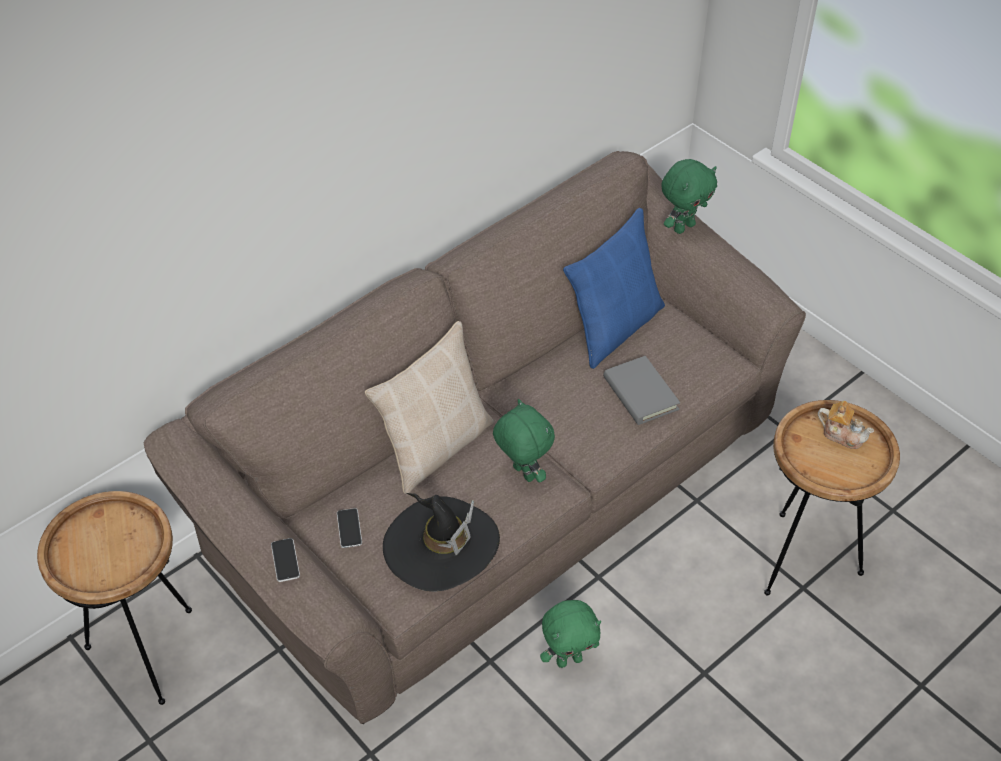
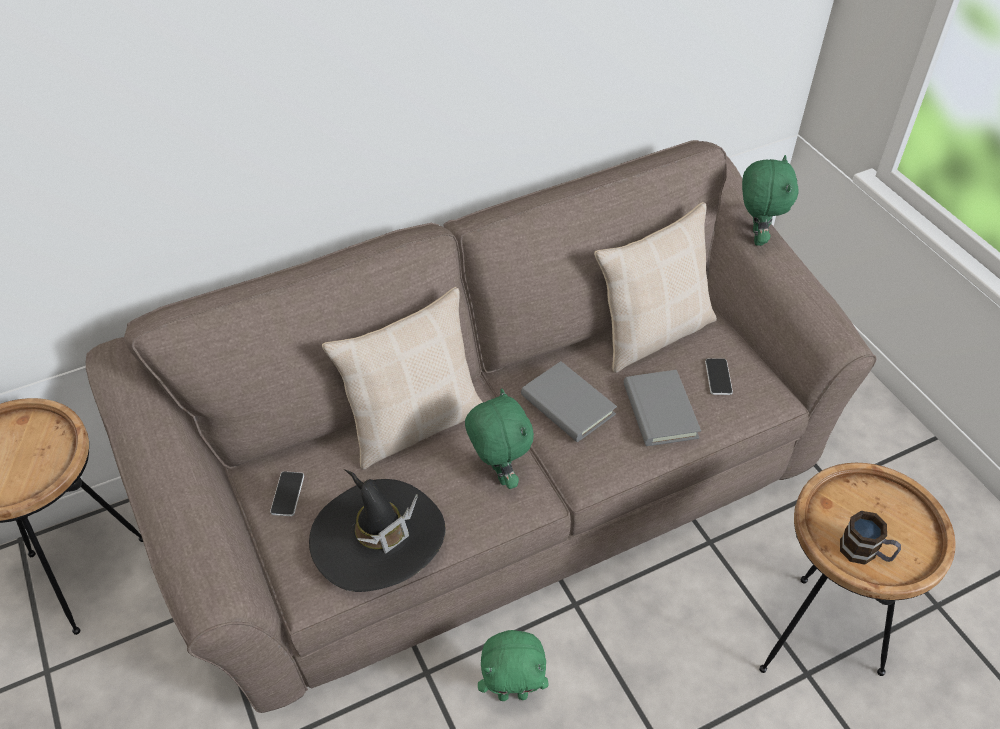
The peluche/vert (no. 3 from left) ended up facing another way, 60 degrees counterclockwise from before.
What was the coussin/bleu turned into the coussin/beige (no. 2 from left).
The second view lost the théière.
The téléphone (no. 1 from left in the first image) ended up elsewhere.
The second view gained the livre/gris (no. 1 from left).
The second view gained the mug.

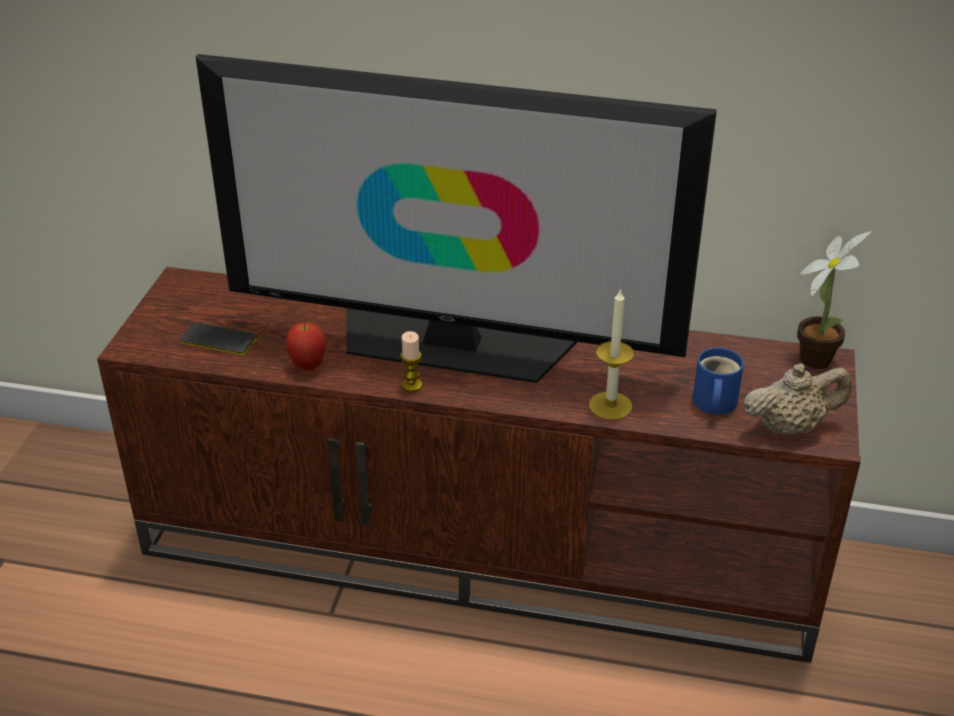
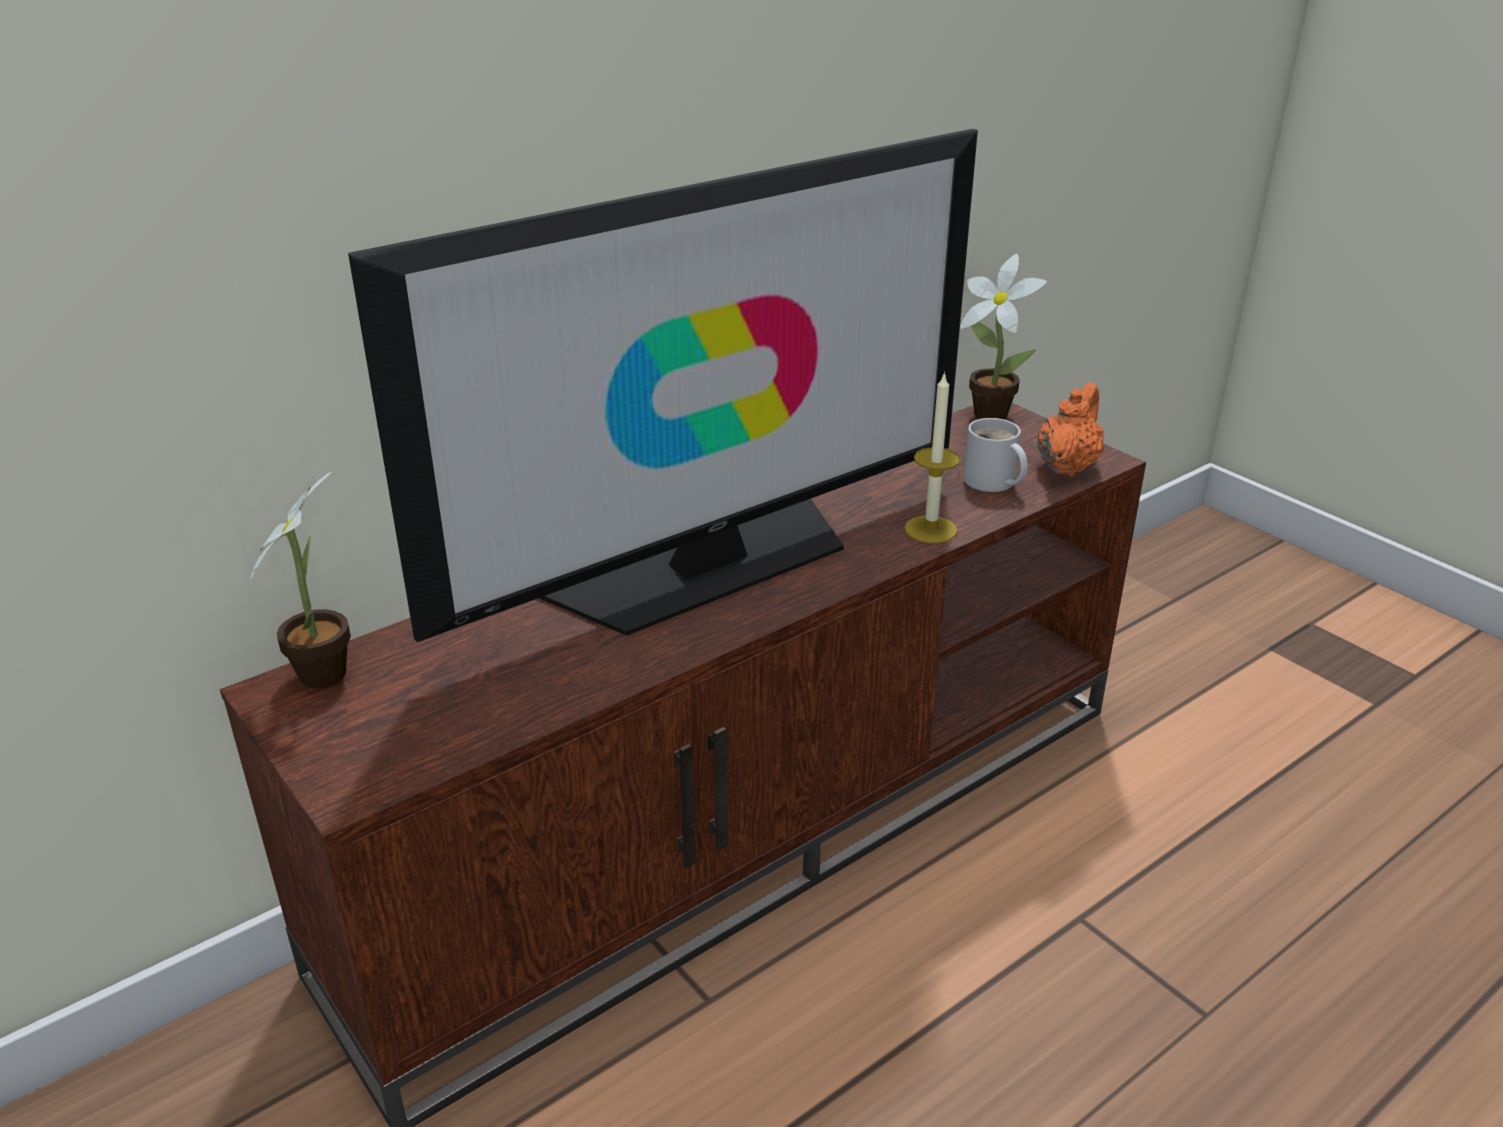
The second view lost the téléphone.
The second view lost the pomme.
The second view lost the bougie (no. 1 from left).
What was the mug/bleu turned into the mug/blanc.
What was the théière/beige turned into the théière/orange.
The second view gained the plante en pot (no. 1 from left).

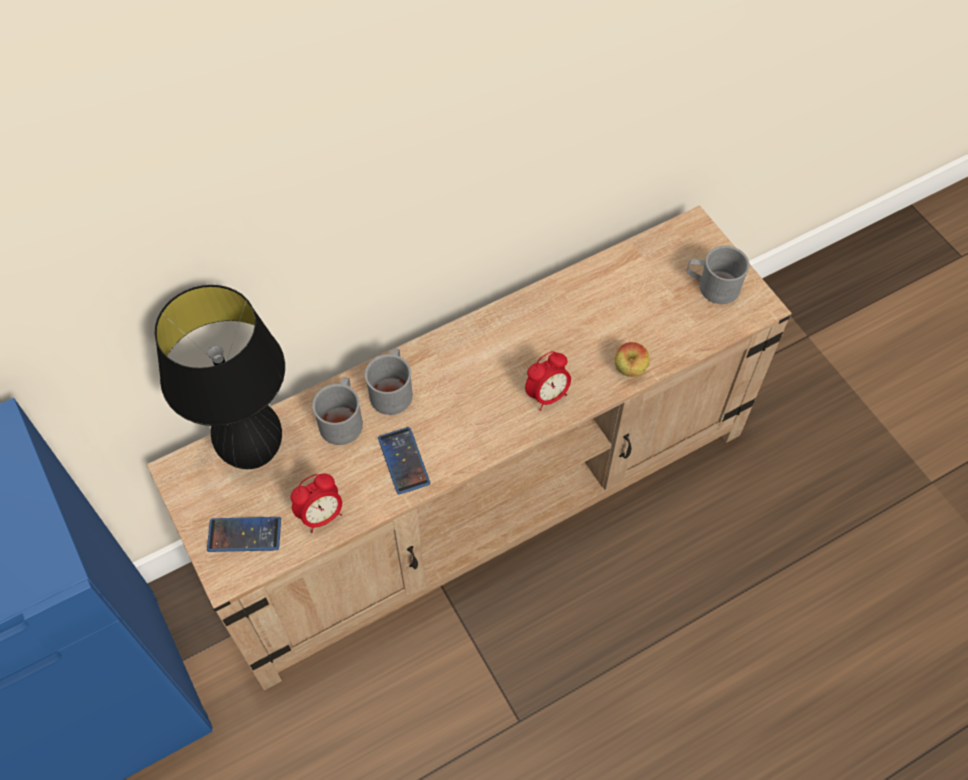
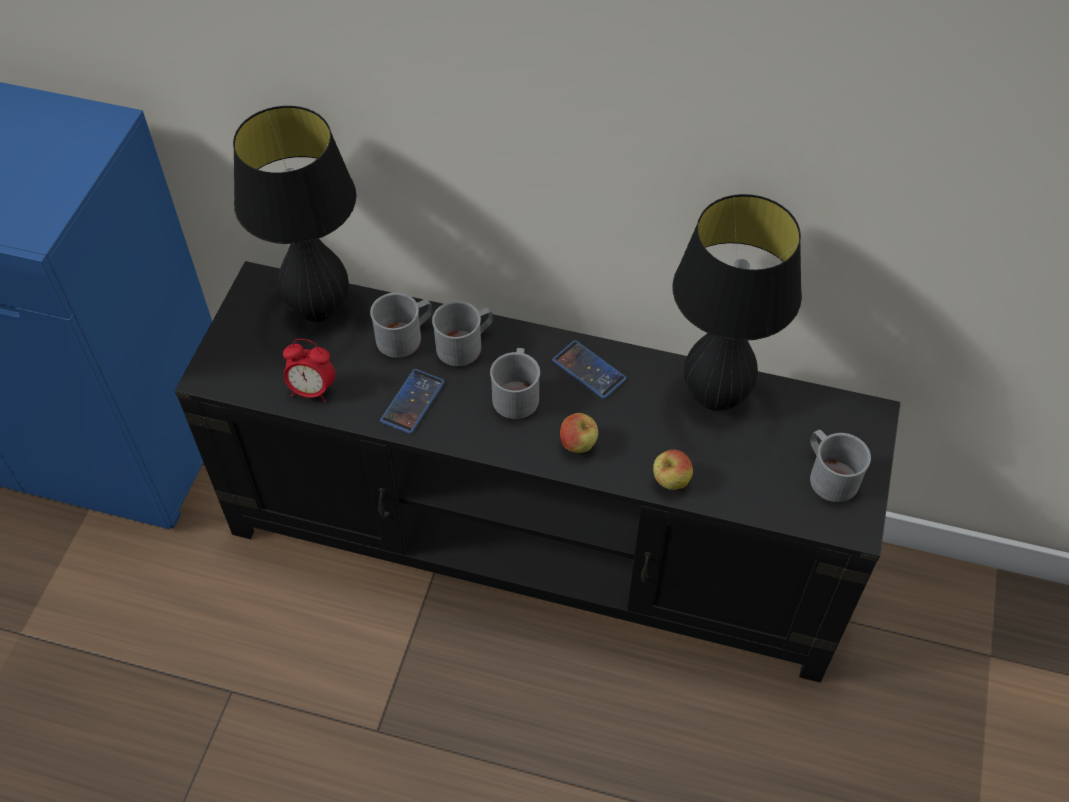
What was the meuble télé/beige turned into the meuble télé/noir.
Where the réveil (no. 2 from left) stood, the pomme (no. 1 from left) came to stand.
The téléphone (no. 1 from left in the first image) ended up elsewhere.
The second view gained the lampe de table/noir (no. 2 from left).
The second view gained the mug/gris (no. 3 from left).

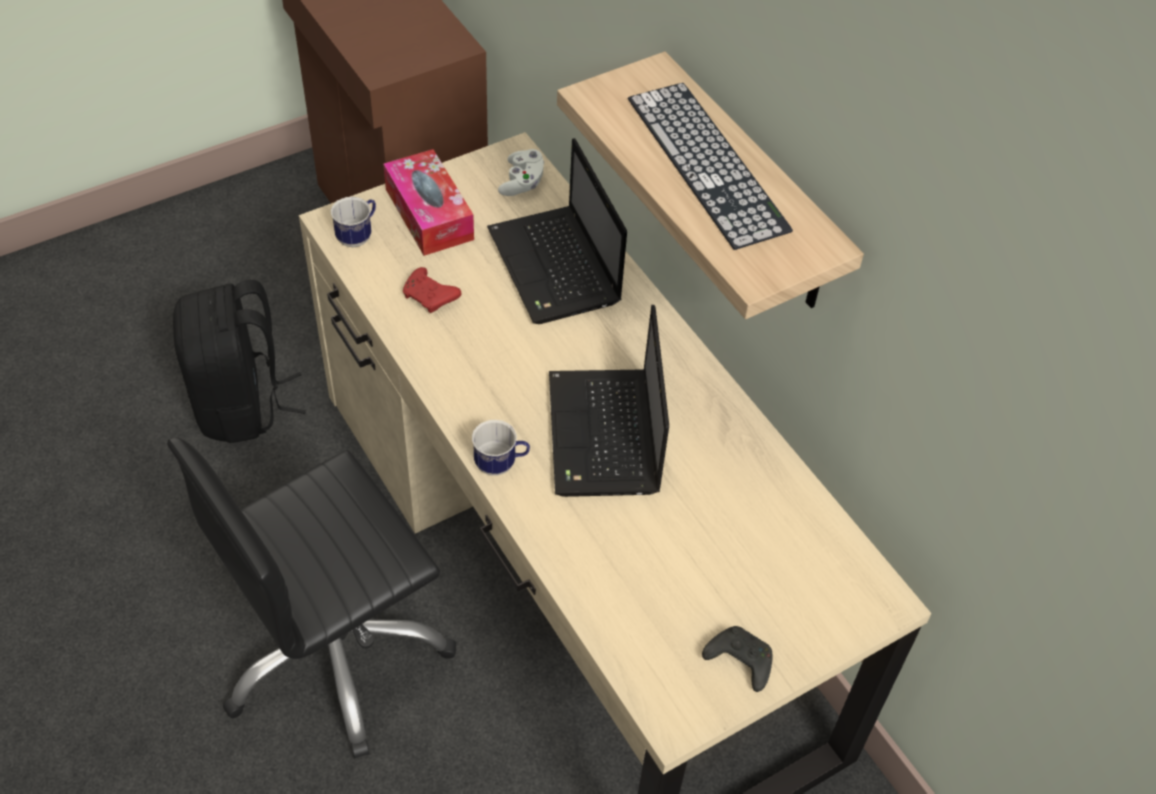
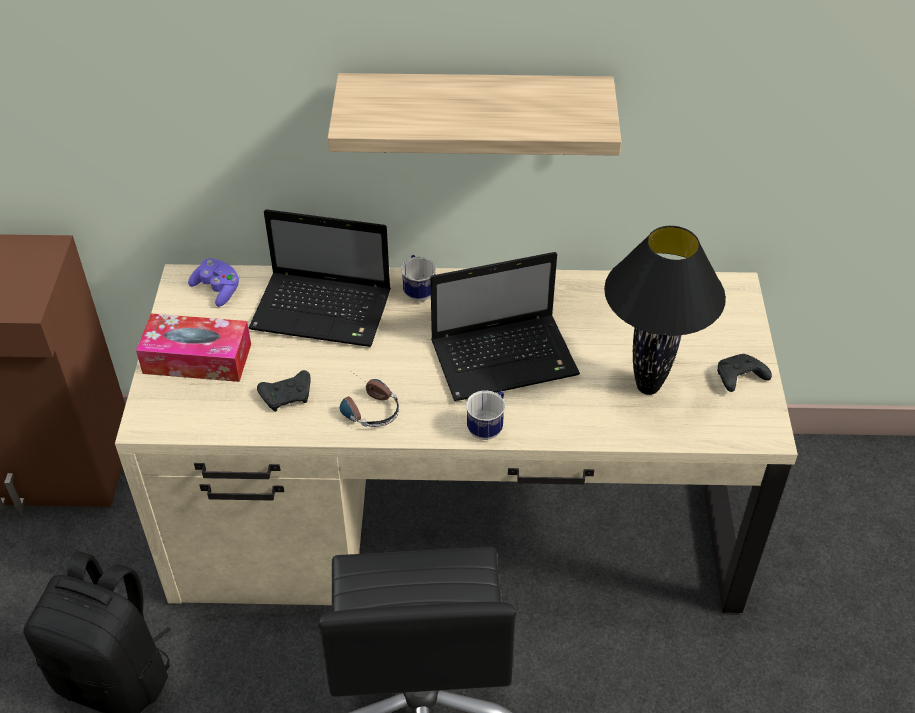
The second view lost the clavier.
What was the manette/blanc turned into the manette/violet.
The mug (no. 1 from left) ended up elsewhere.
What was the manette/rouge turned into the manette/noir (no. 1 from left).
The ordinateur portable (no. 2 from left) ended up facing another way, 45 degrees counterclockwise from before.
The second view gained the lampe de table/noir.
The second view gained the casque audio.

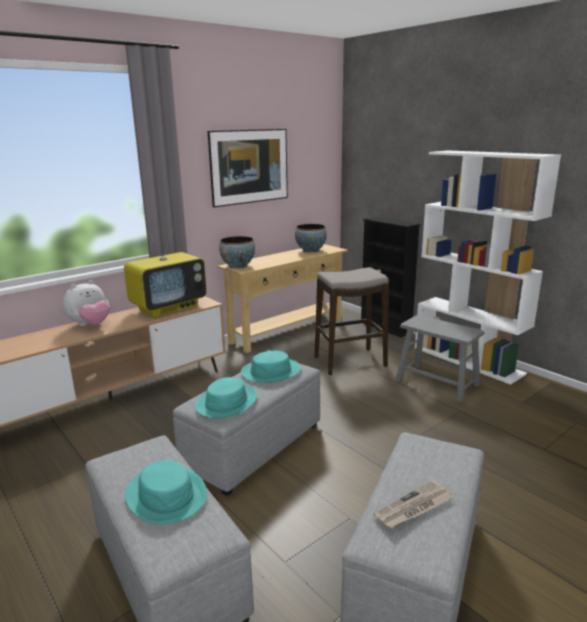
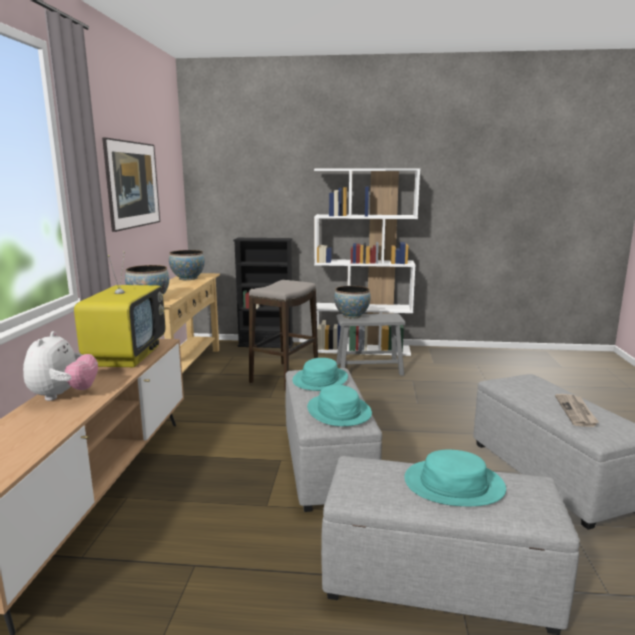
The second view gained the bol (no. 3 from left).

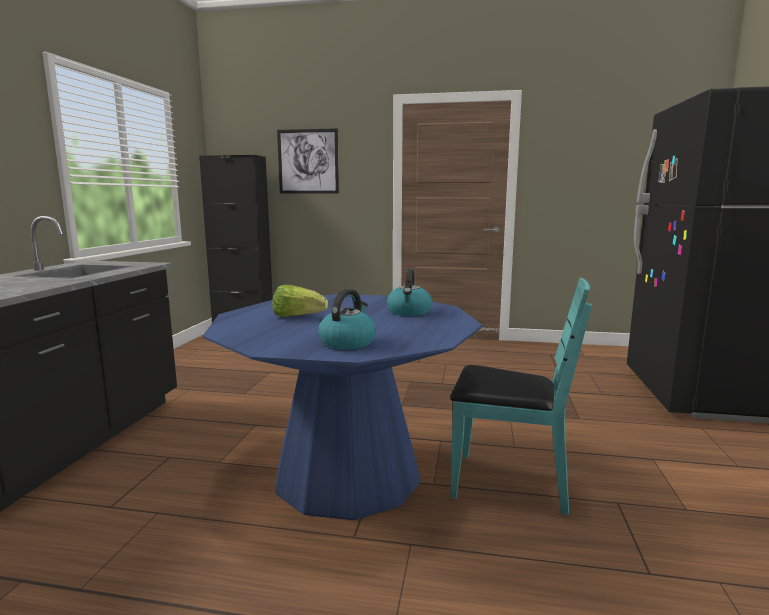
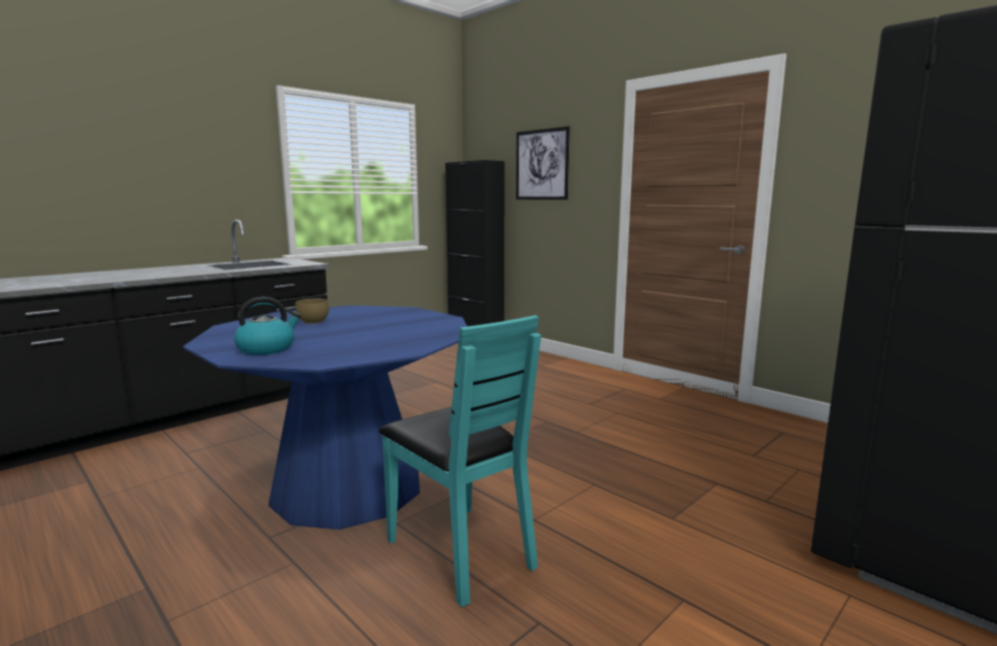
The second view lost the bouilloire (no. 2 from left).
Where the laitue stood, the bol/marron came to stand.

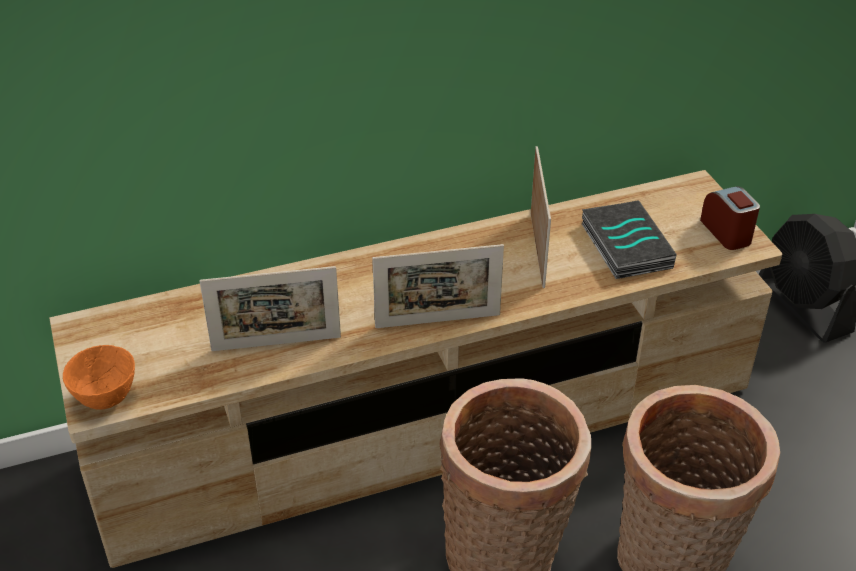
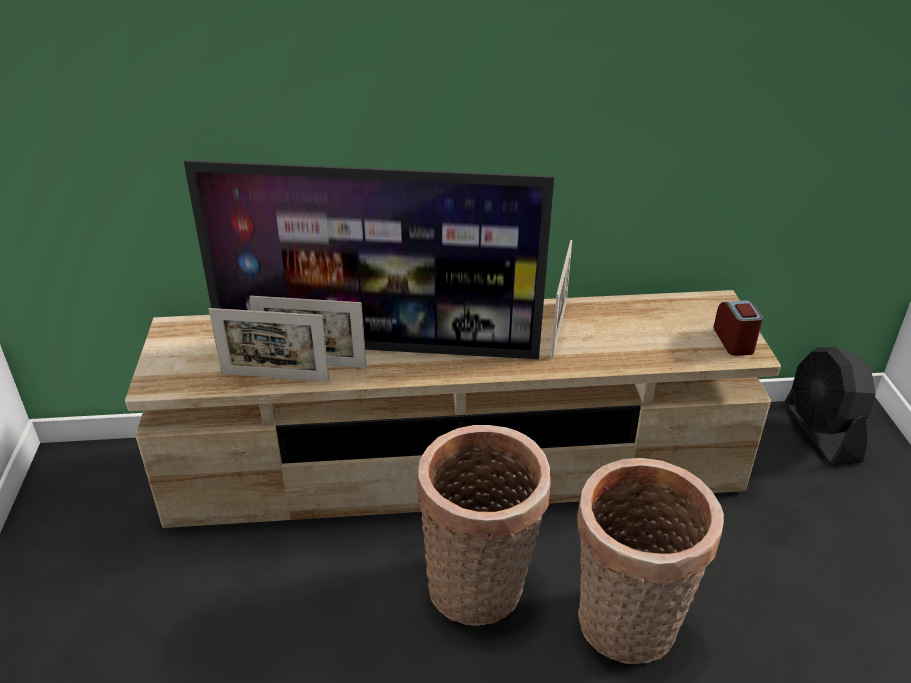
The second view lost the livre.
The cadre photo (no. 2 from left in the first image) ended up elsewhere.
The second view lost the bol/orange.
The second view gained the téléviseur.

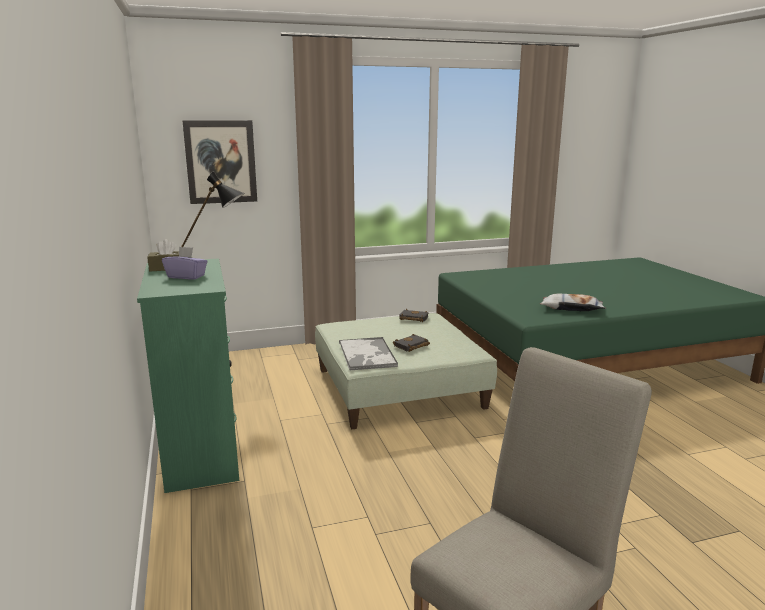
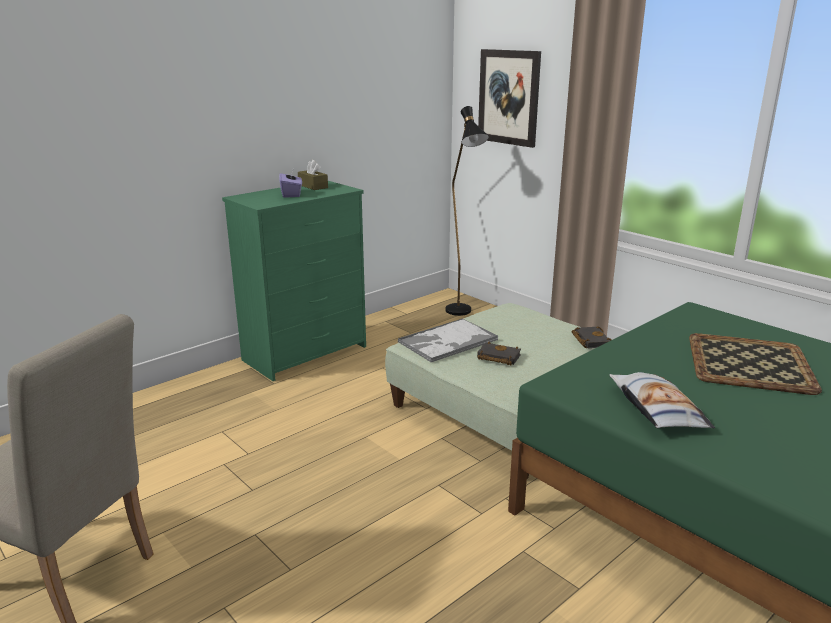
The second view gained the plateau (no. 2 from left).

